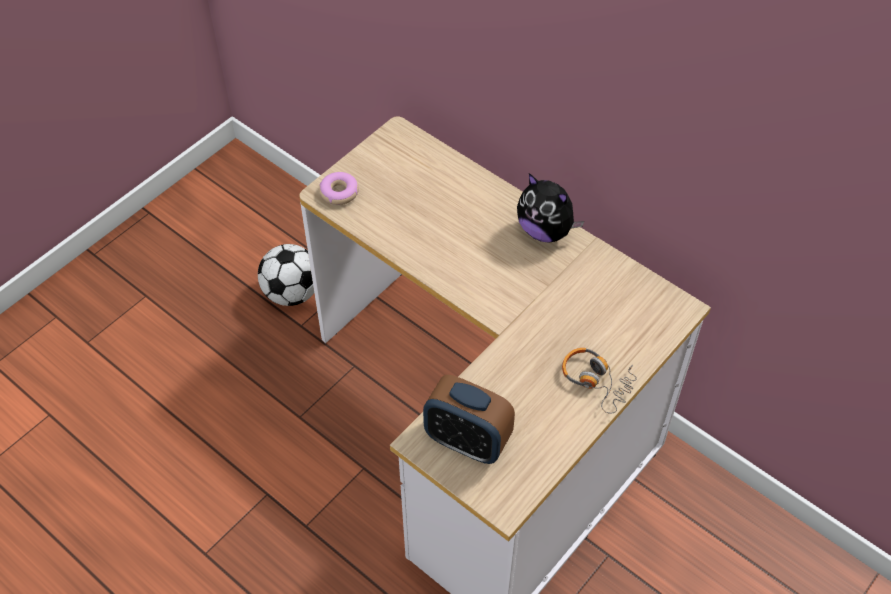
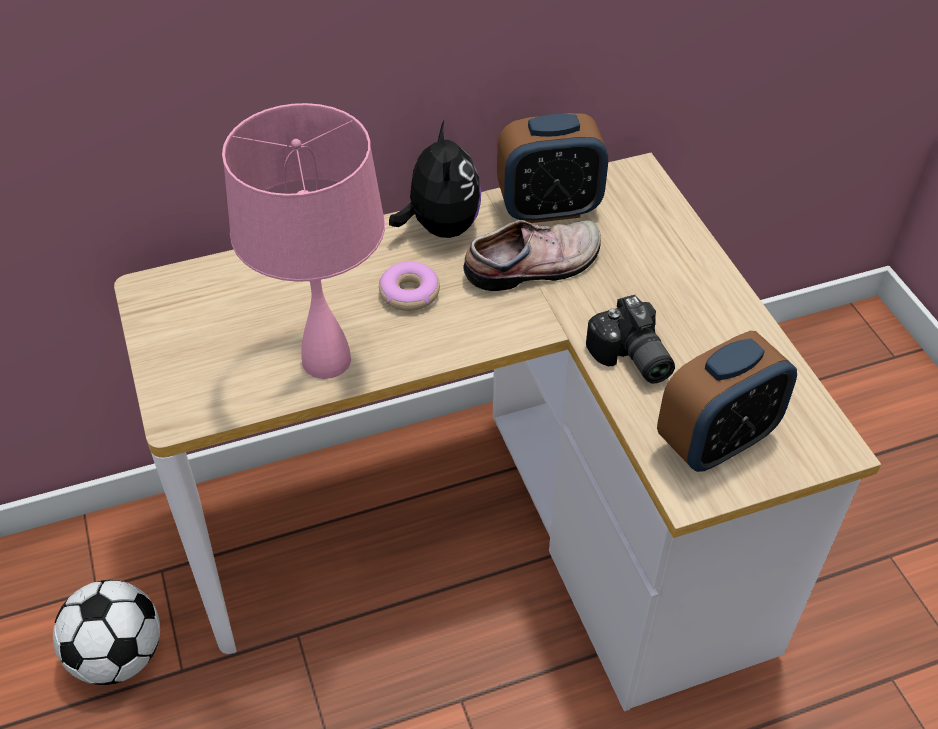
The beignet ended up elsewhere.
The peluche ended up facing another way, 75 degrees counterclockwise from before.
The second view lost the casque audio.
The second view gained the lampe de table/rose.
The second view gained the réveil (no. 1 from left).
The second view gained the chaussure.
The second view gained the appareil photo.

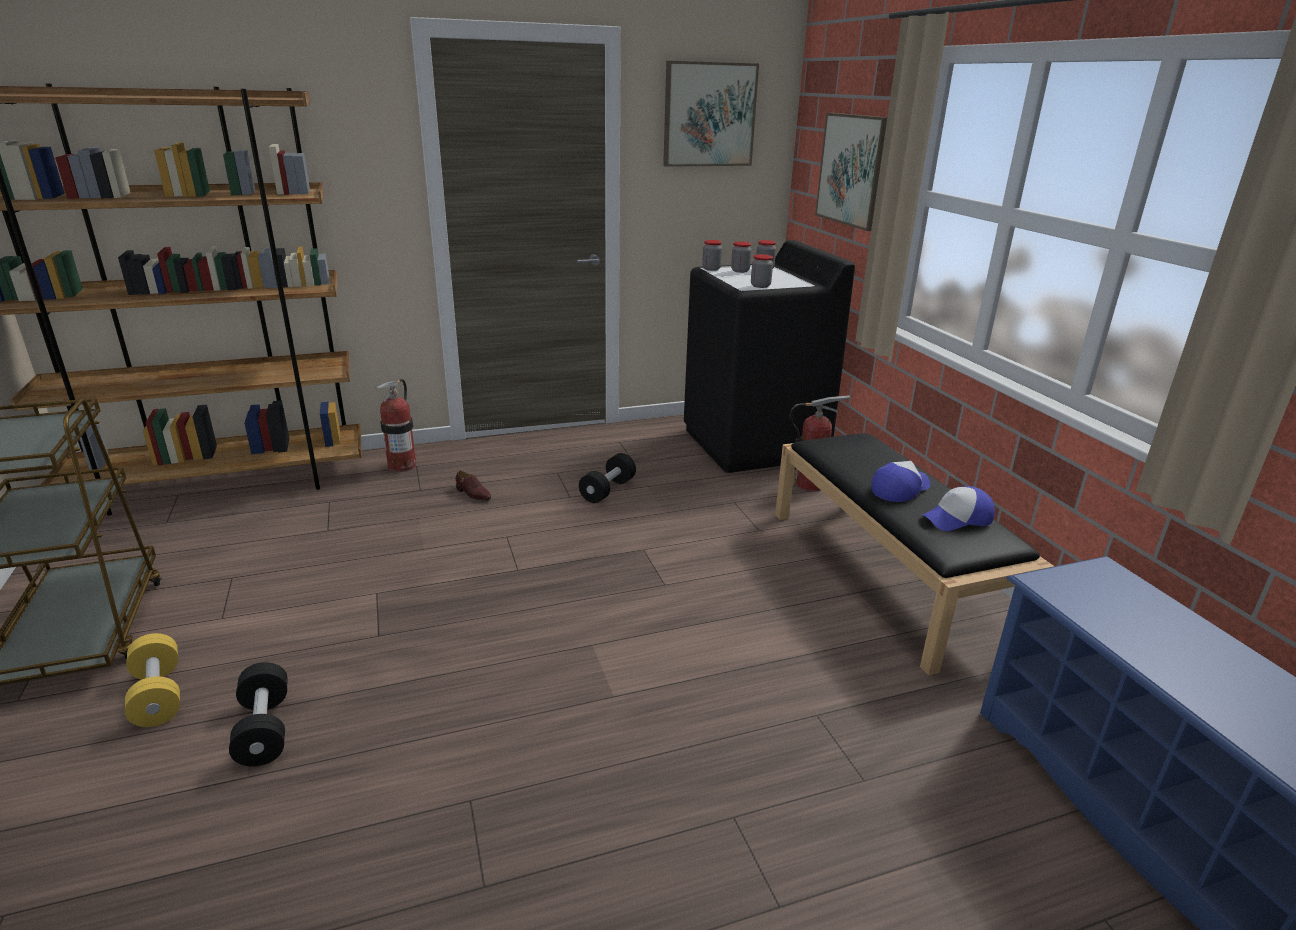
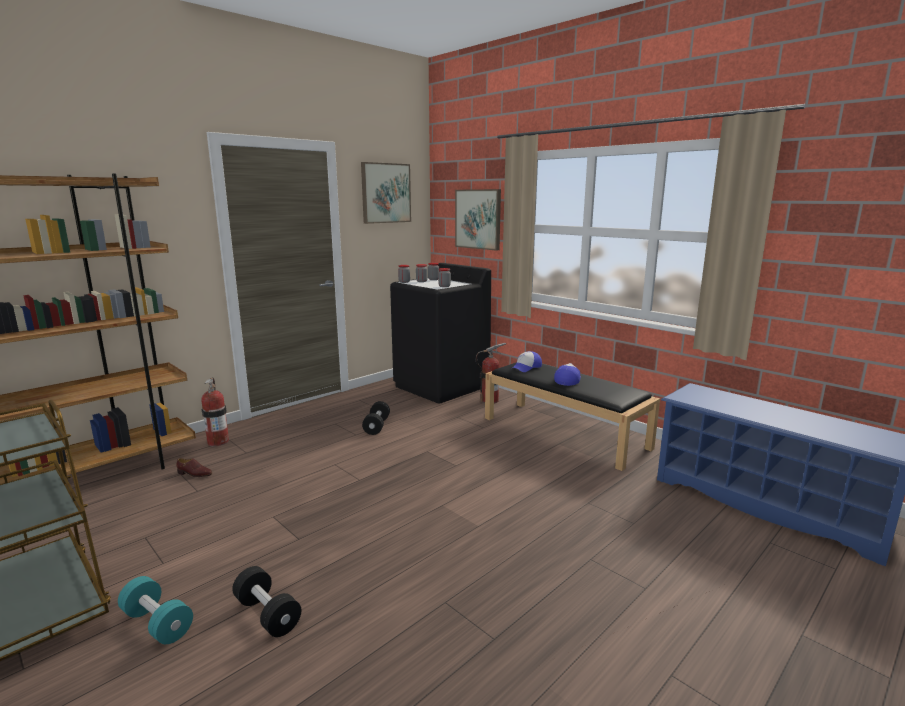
The chaussure/marron ended up elsewhere.
The casquette (no. 2 from left in the first image) ended up elsewhere.
What was the haltère/jaune turned into the haltère/turquoise.

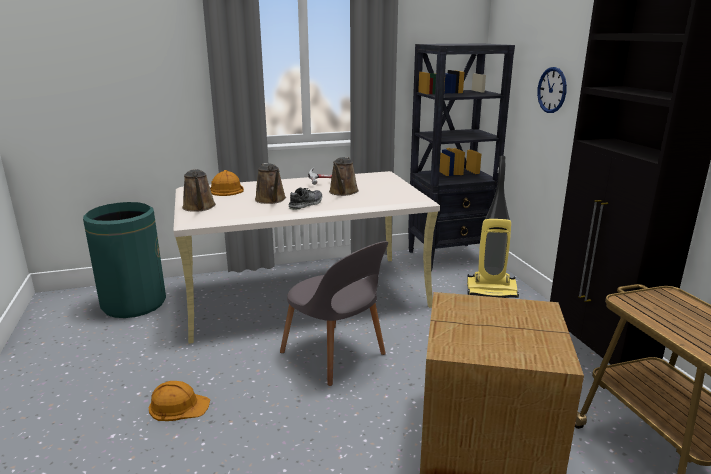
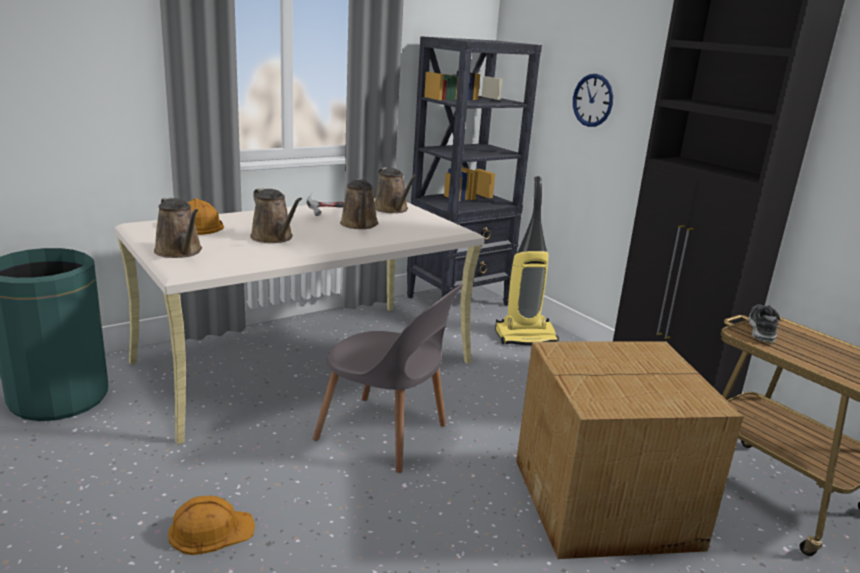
The chaussure ended up elsewhere.
The second view gained the arrosoir/marron (no. 4 from left).

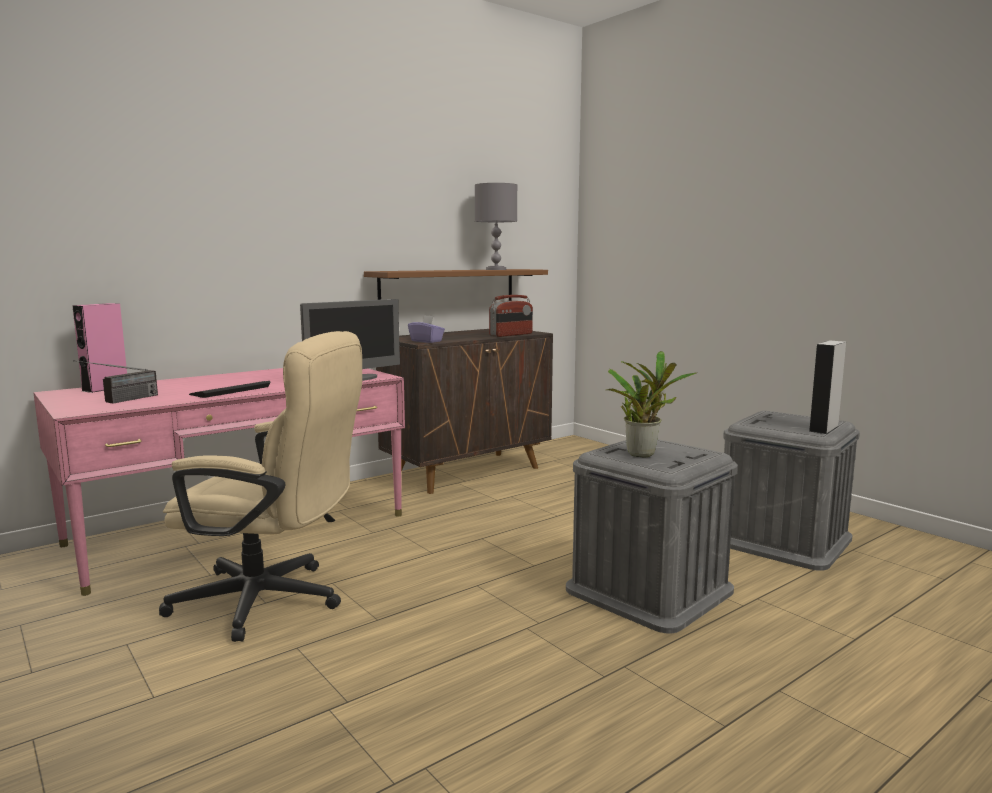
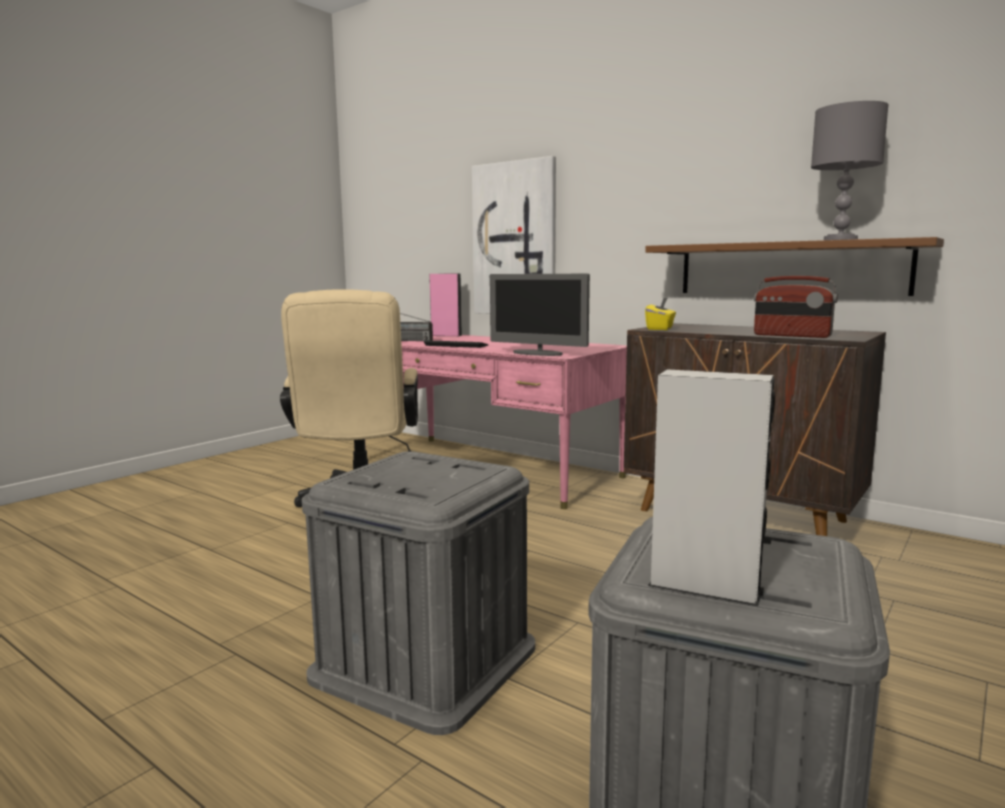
What was the boîte à mouchoirs/violet turned into the boîte à mouchoirs/jaune.
The second view lost the plante en pot.
The second view gained the tableau.

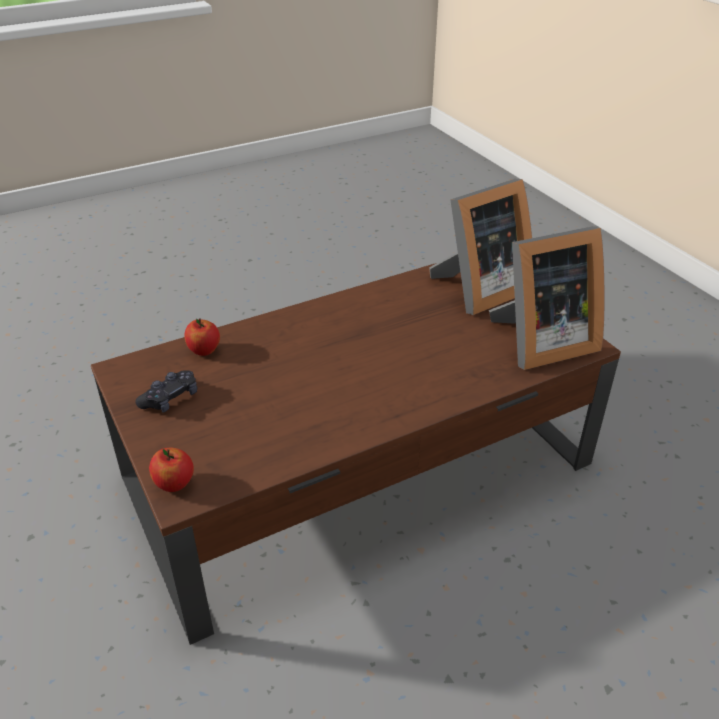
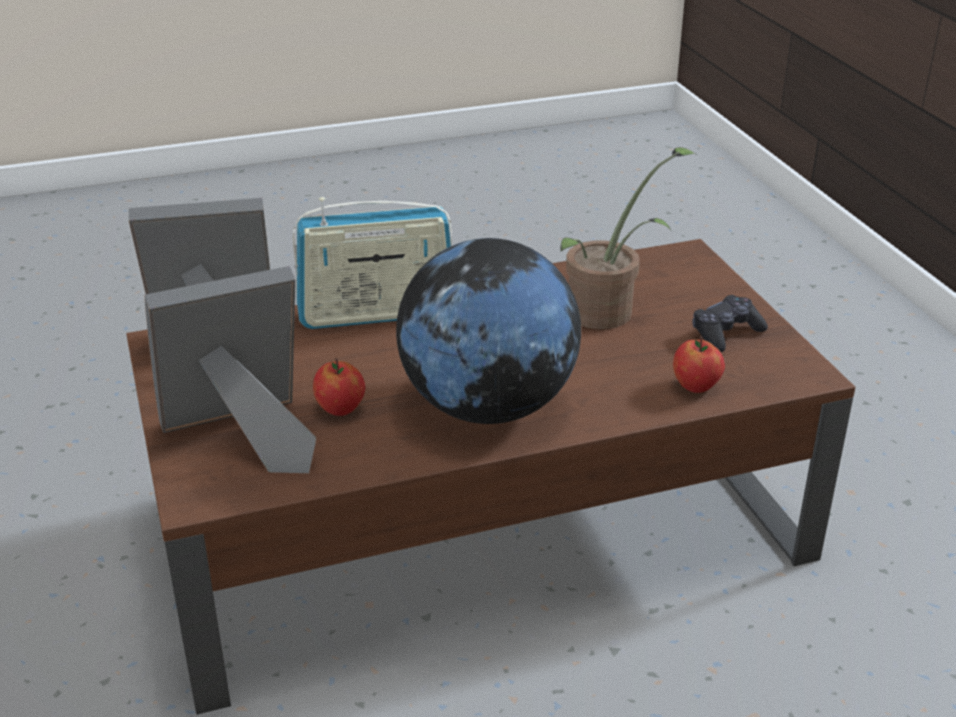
The pomme (no. 1 from left) ended up elsewhere.
The second view gained the plante en pot.
The second view gained the radio.
The second view gained the globe.

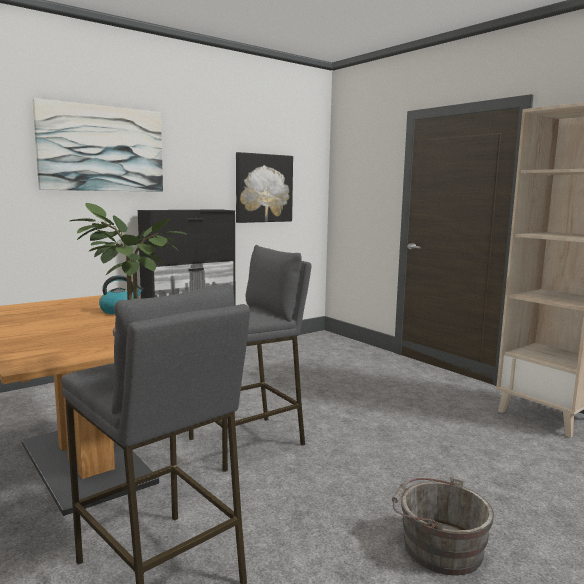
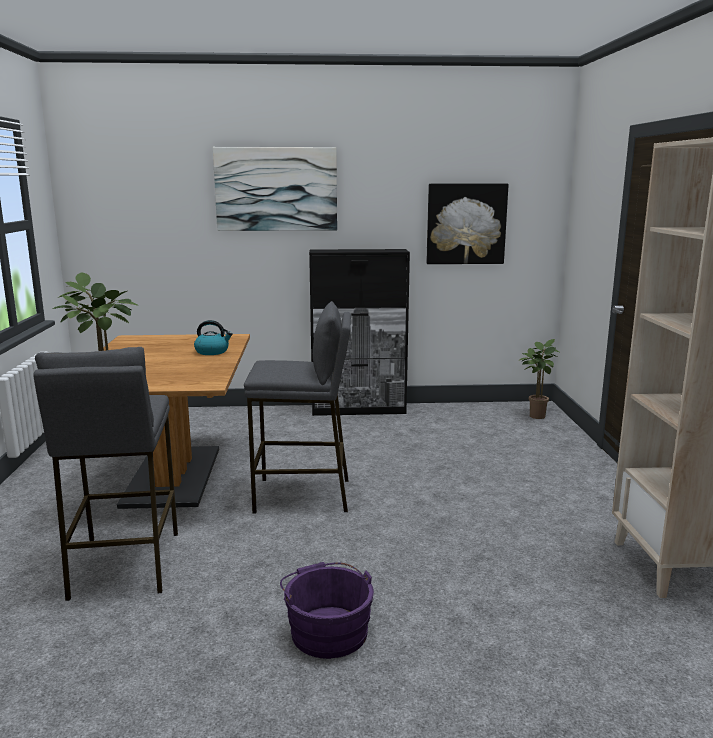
What was the seau/gris turned into the seau/violet.
The second view gained the plante en pot (no. 2 from left).

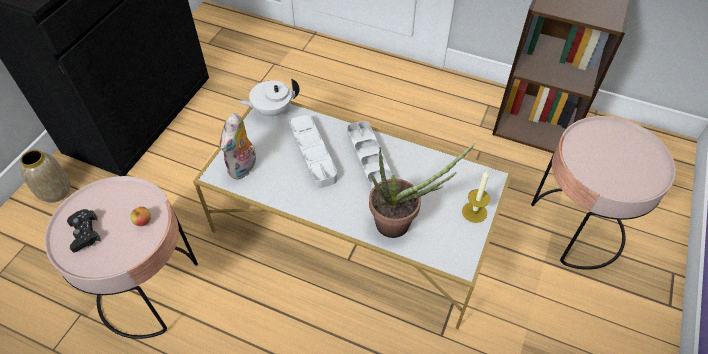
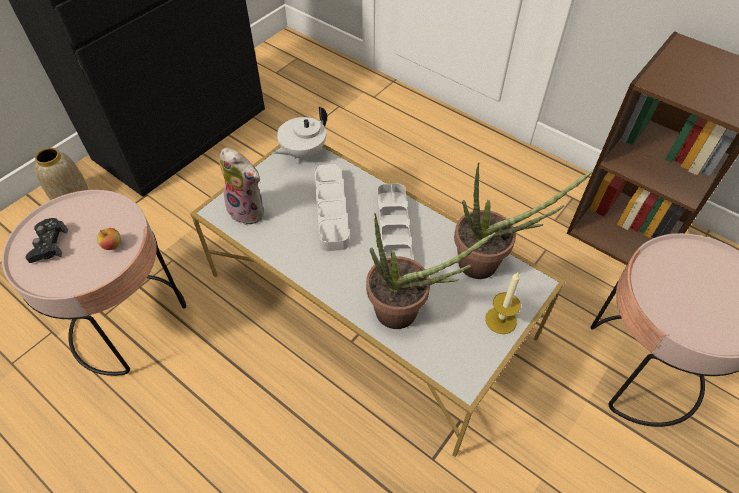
The théière/blanc ended up facing another way, 45 degrees counterclockwise from before.
The peluche ended up facing another way, 90 degrees counterclockwise from before.
The second view gained the plante en pot (no. 2 from left).

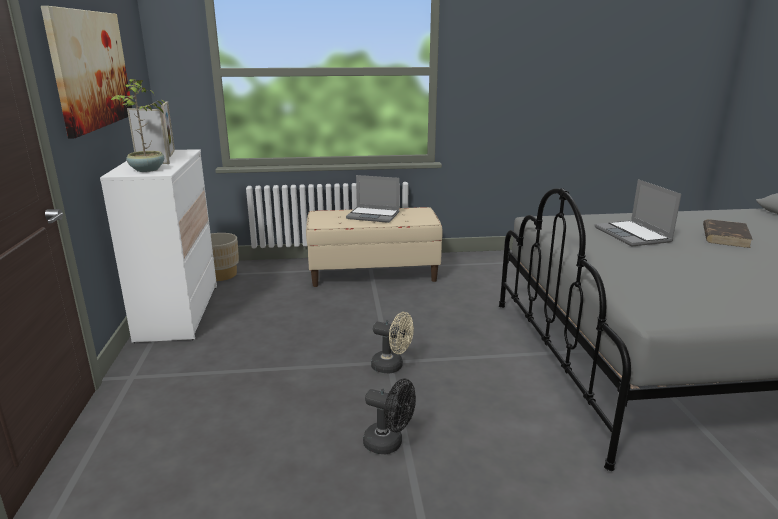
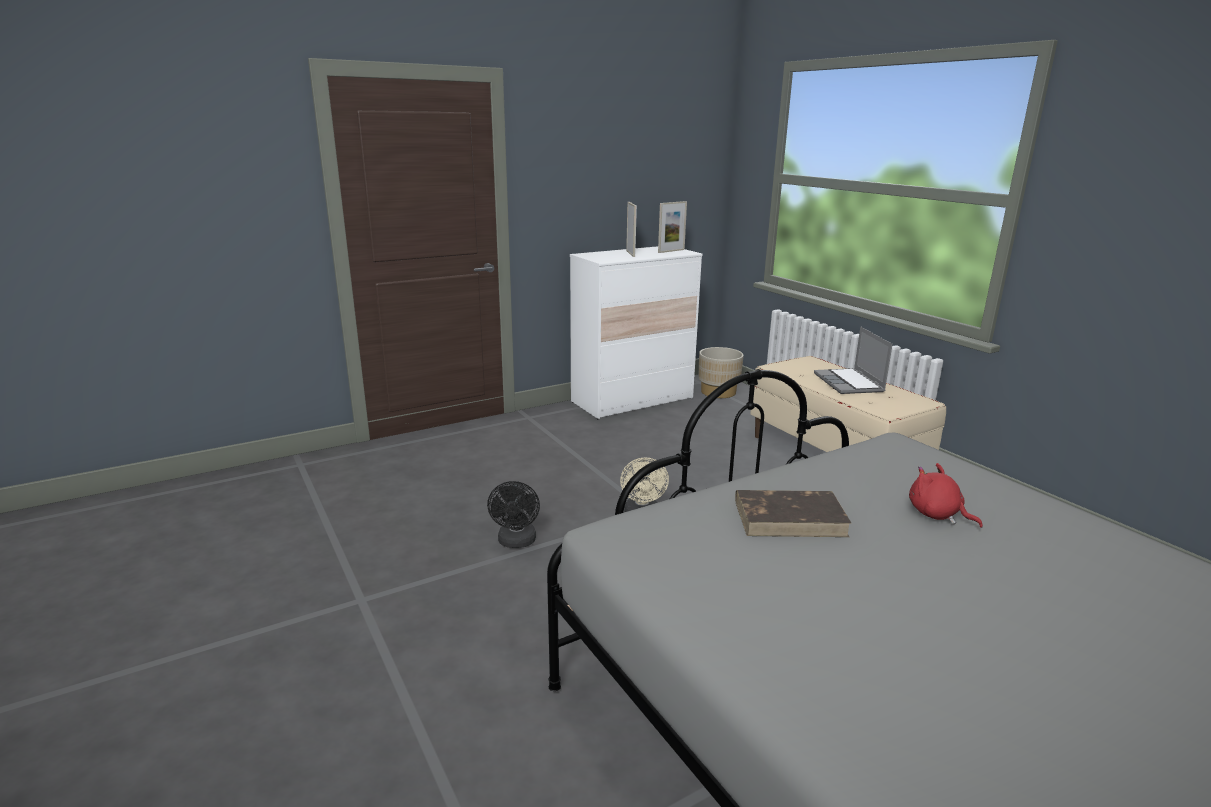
The second view lost the tableau.
The second view lost the plante en pot.
Where the ordinateur portable (no. 2 from left) stood, the peluche/rouge came to stand.
The livre/marron ended up elsewhere.

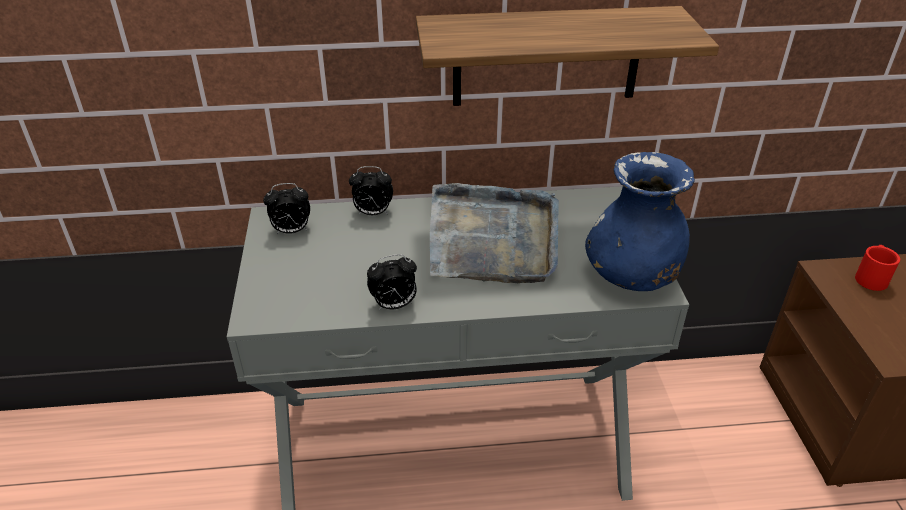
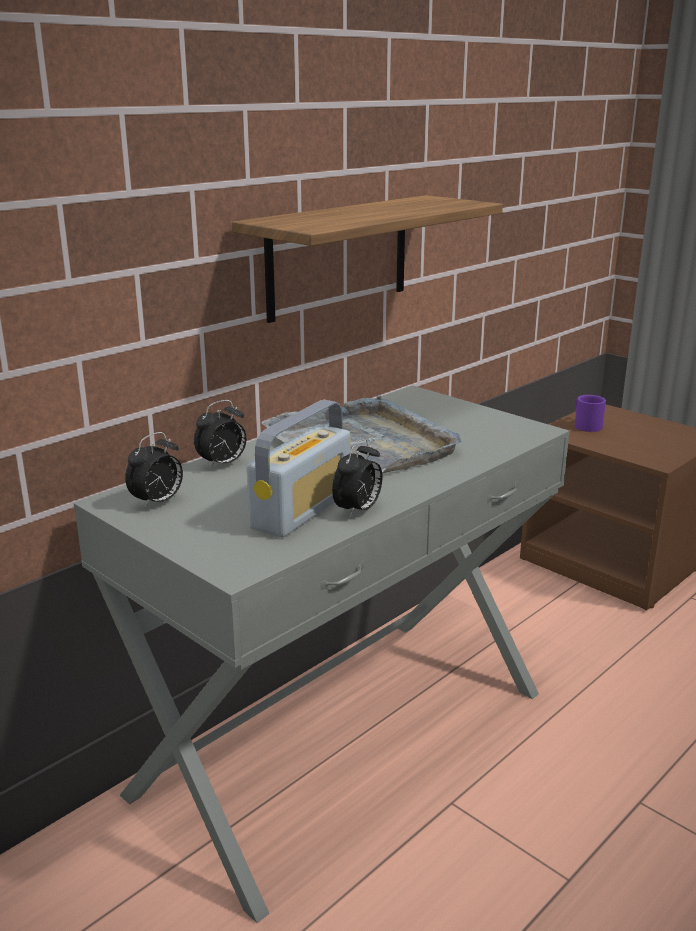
The second view lost the vase/bleu.
What was the mug/rouge turned into the mug/violet.
The second view gained the radio.

